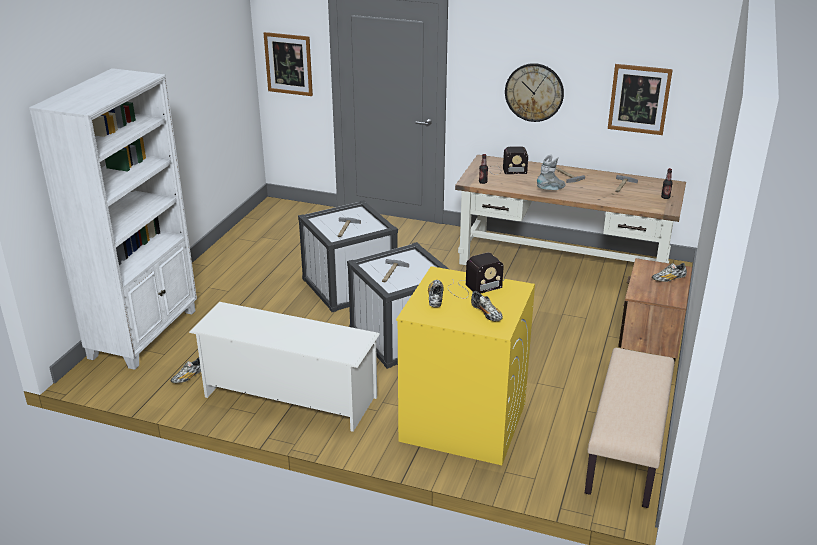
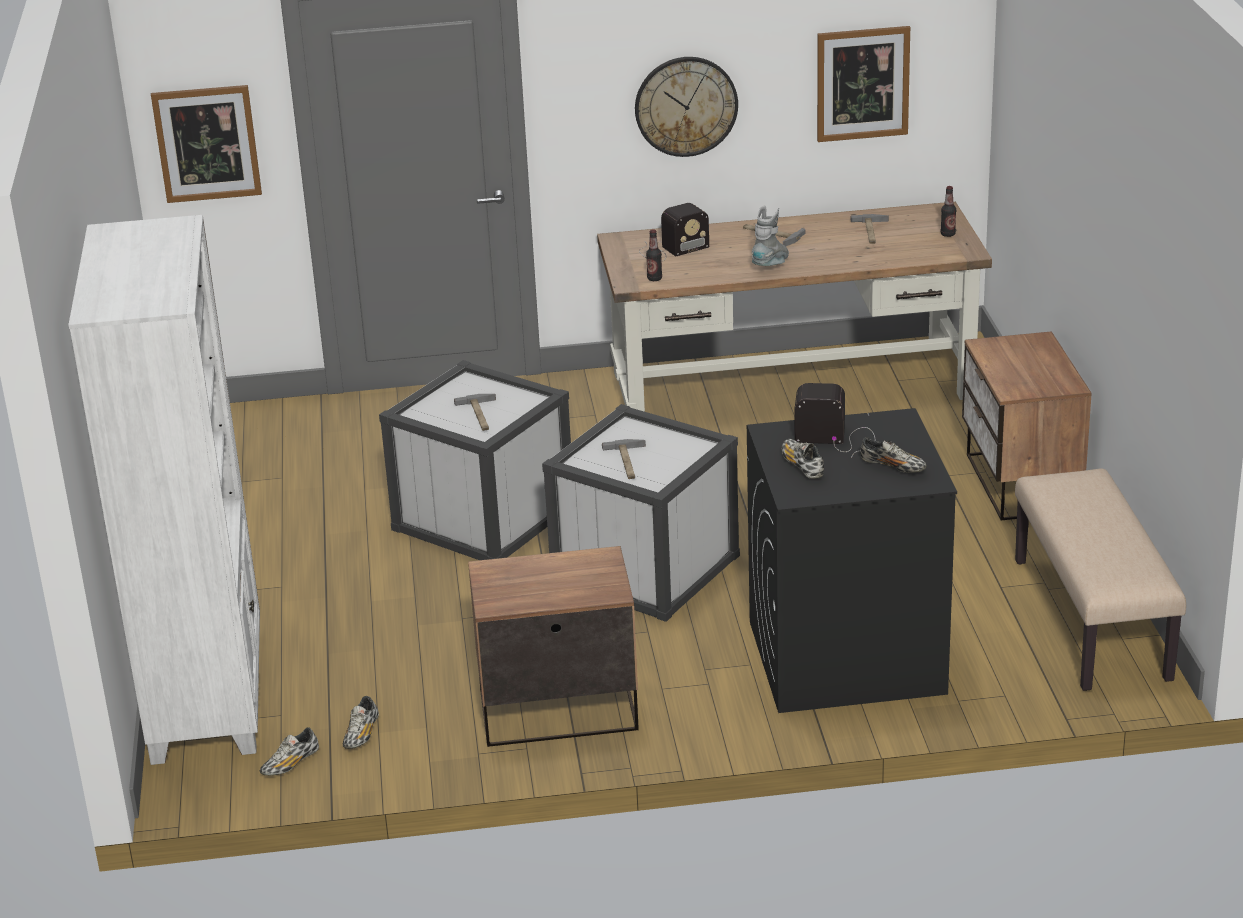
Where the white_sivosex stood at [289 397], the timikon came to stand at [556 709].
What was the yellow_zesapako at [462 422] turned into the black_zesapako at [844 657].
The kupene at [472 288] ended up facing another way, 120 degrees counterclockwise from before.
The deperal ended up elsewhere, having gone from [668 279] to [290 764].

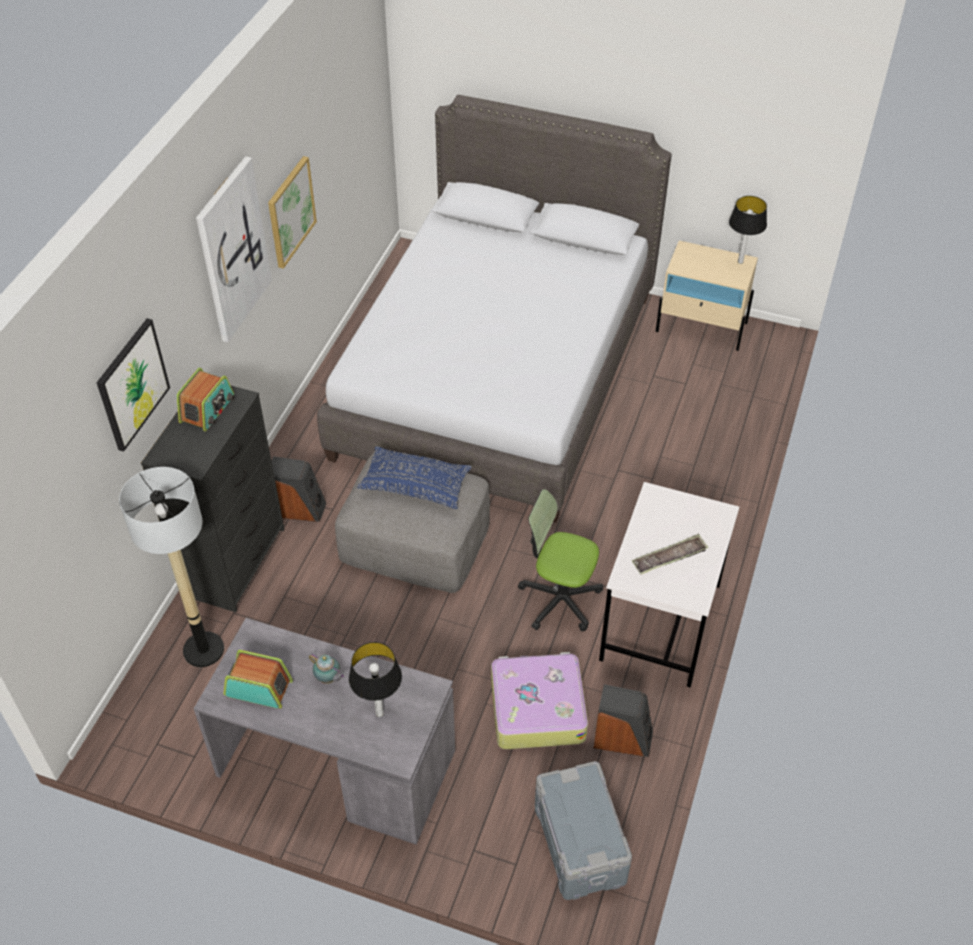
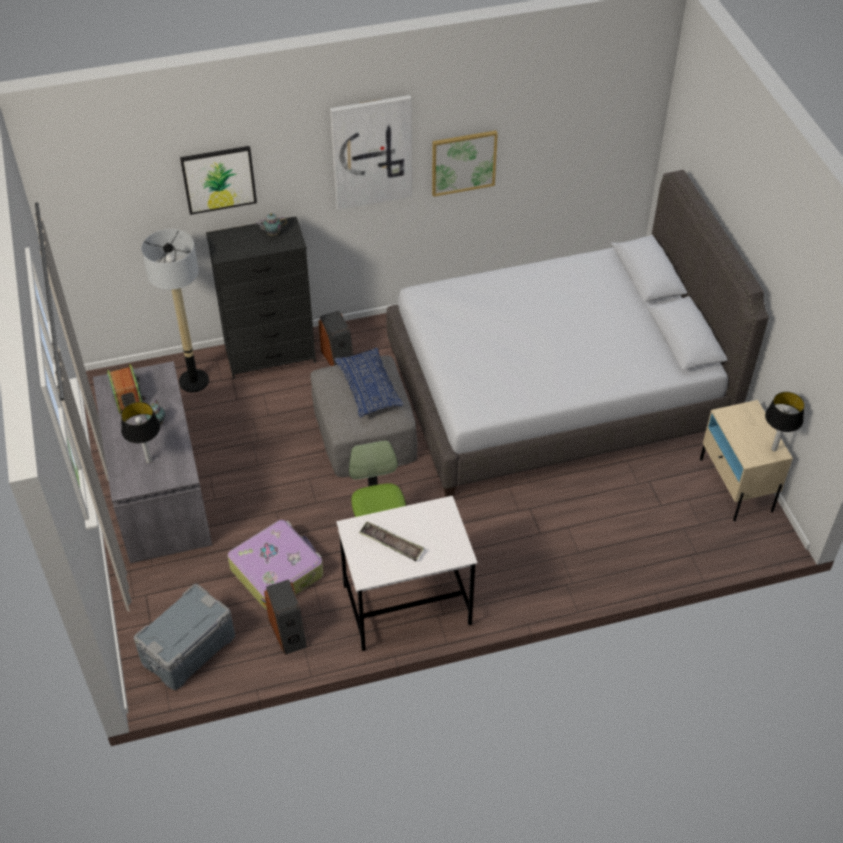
Where the kupene stood at [207 409], the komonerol came to stand at [272 234].

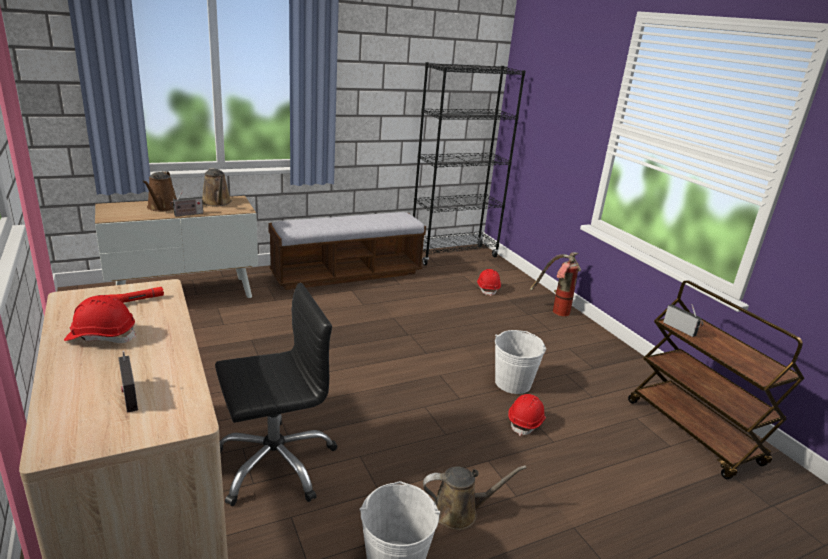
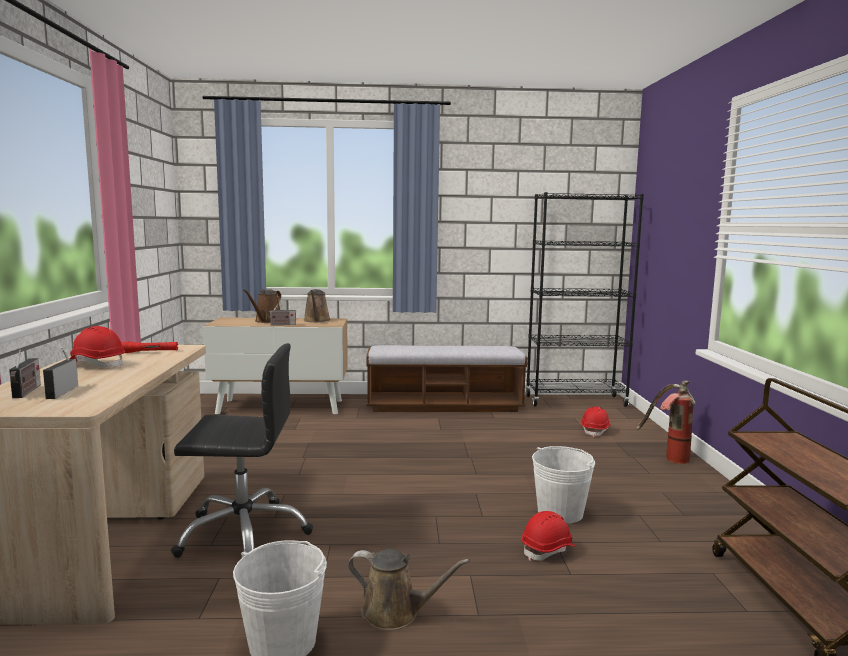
The kupene ended up elsewhere, having gone from [681 329] to [27 392].

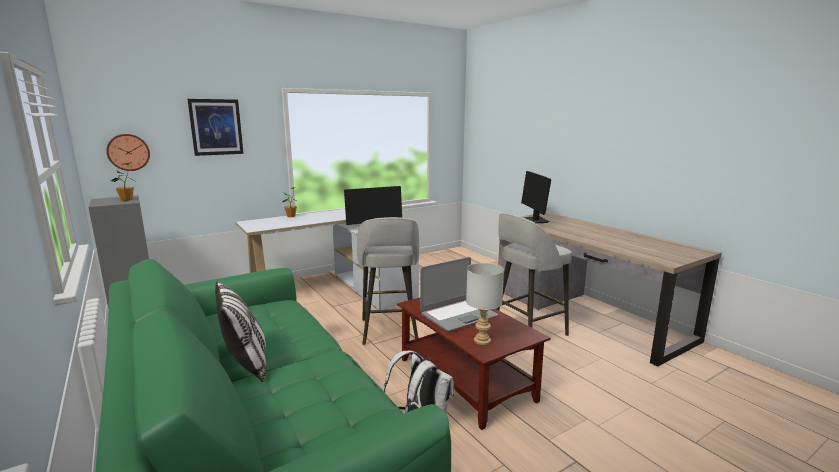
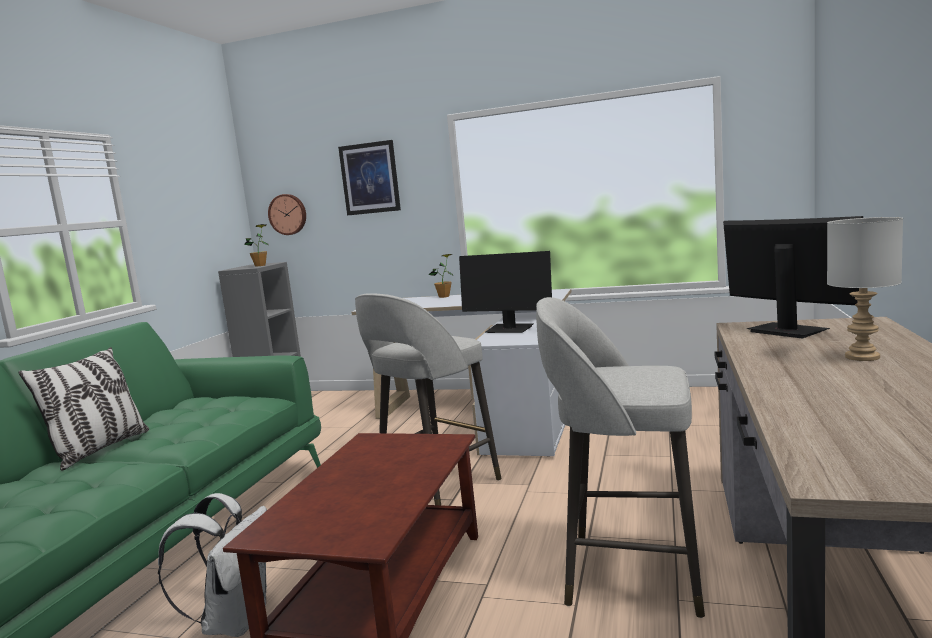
The second view lost the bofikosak at [458 315].
The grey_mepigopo ended up elsewhere, having gone from [483 341] to [863 357].
The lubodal at [535 220] ended up facing another way, 105 degrees clockwise from before.

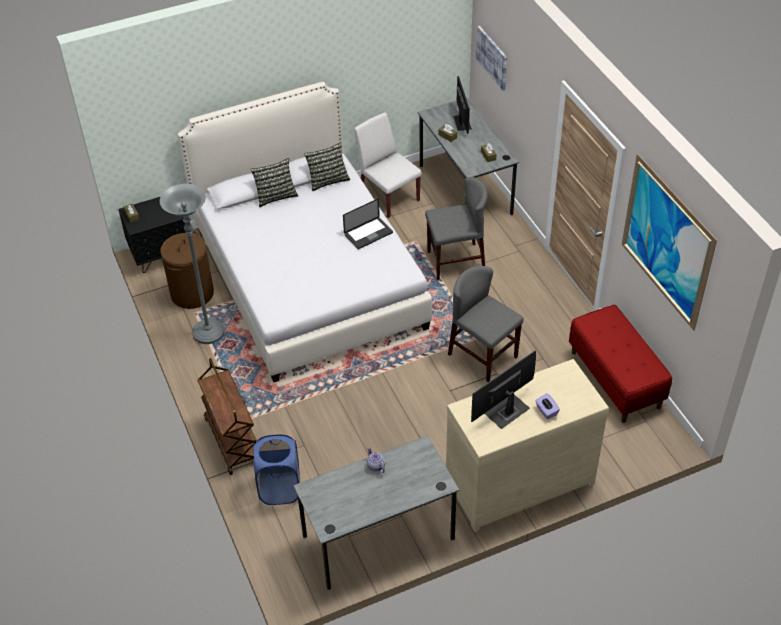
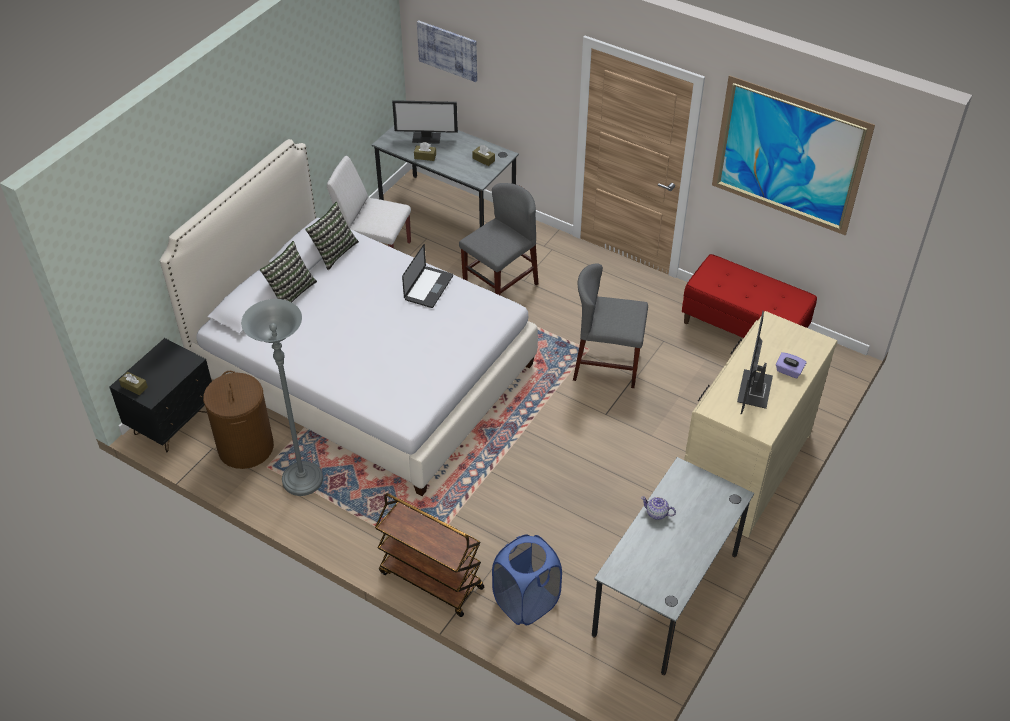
The lubodal at [461 122] ended up facing another way, 135 degrees clockwise from before.

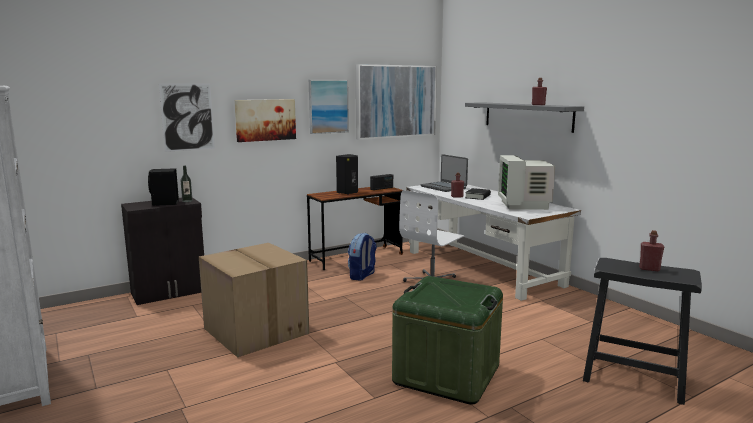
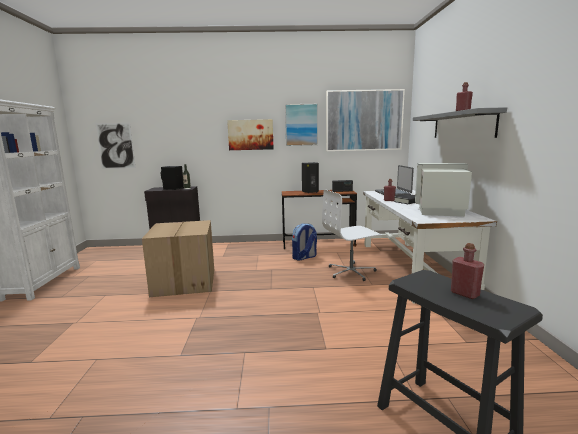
The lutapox ended up elsewhere, having gone from [187 117] to [115 146].
The second view lost the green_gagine at [446 374].
The lubodal at [524 205] ended up facing another way, 75 degrees clockwise from before.

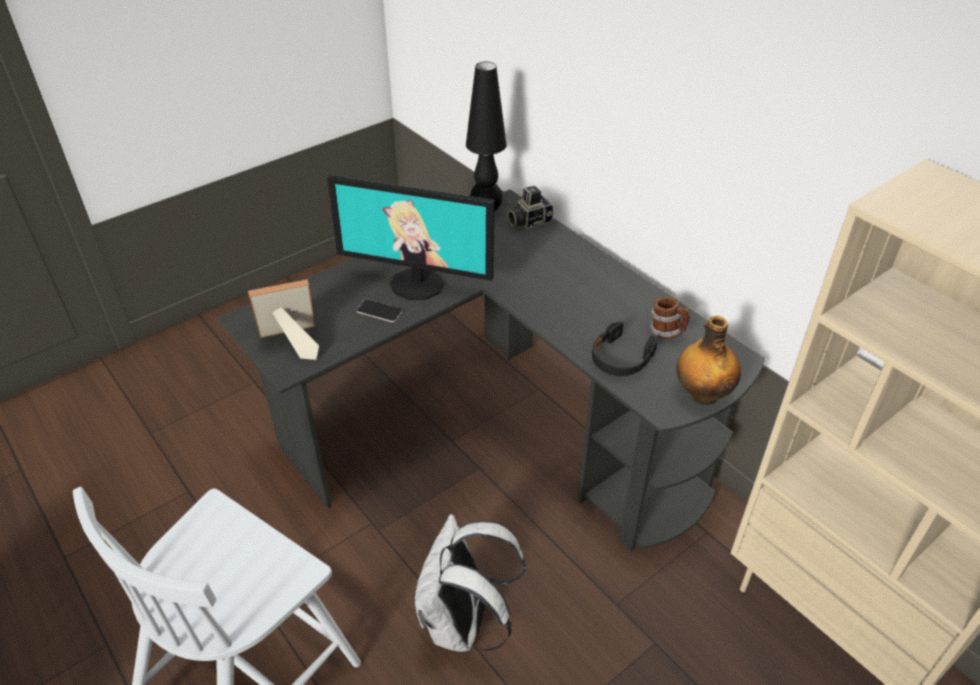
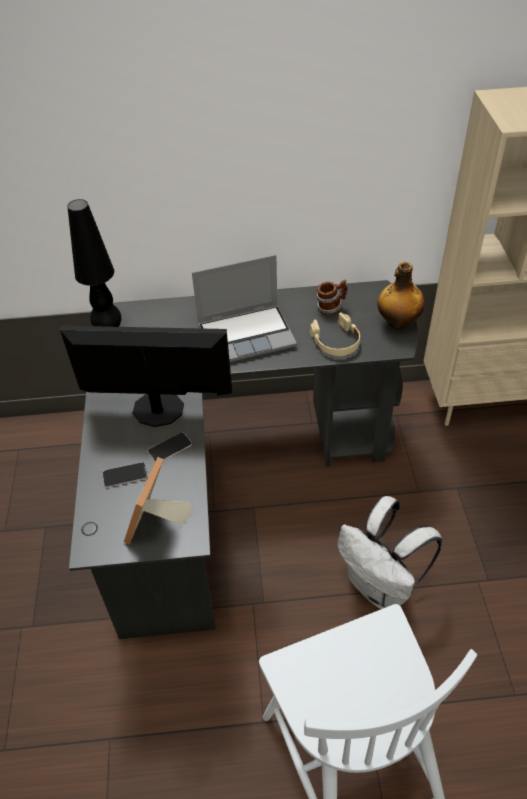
The lubodal at [417 283] ended up facing another way, 135 degrees counterclockwise from before.
The second view lost the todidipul at [529 221].
What was the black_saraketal at [620 358] turned into the beige_saraketal at [336 341].
The second view gained the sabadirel at [125 475].
The second view gained the bofikosak at [247 335].

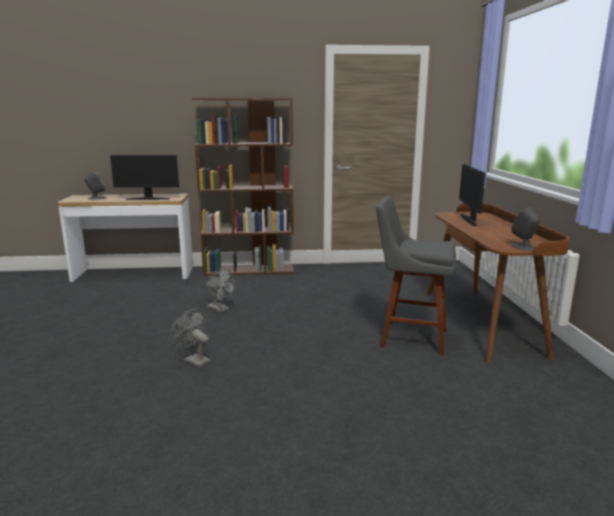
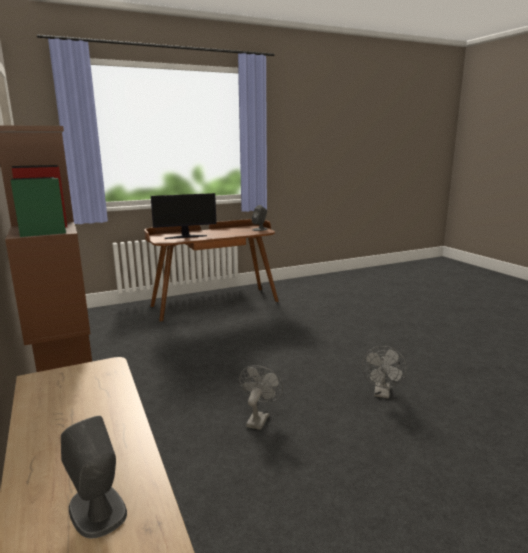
The second view lost the lubodal at [148 199].
The second view lost the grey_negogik at [410 337].

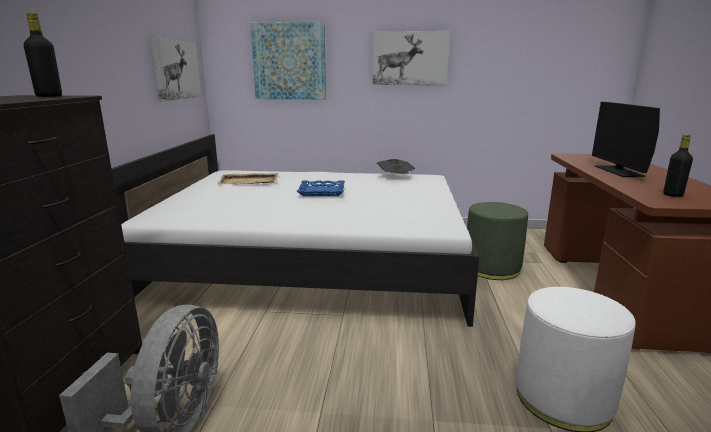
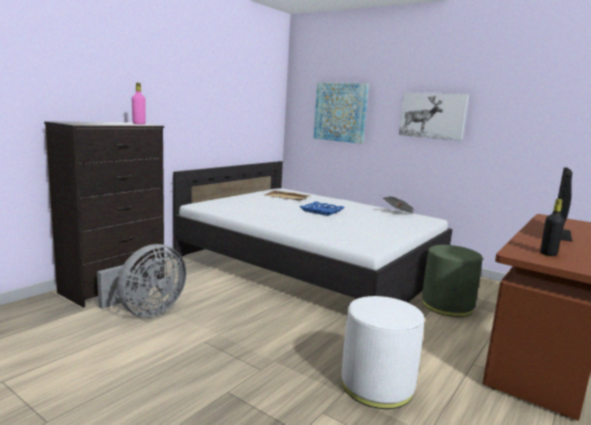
What was the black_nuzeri at [49 96] turned into the pink_nuzeri at [139 124].
The second view lost the lutapox at [175 70].

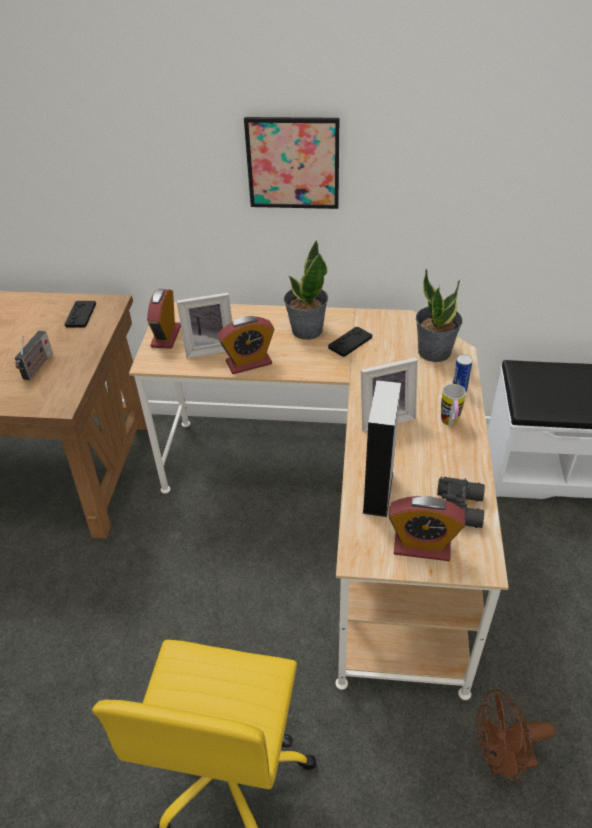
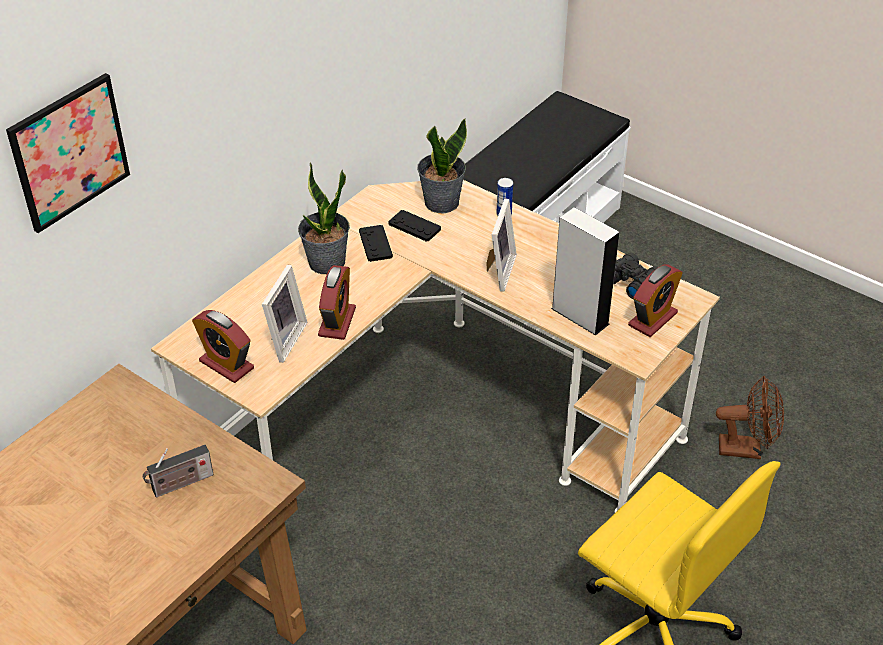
The kupene at [37 367] ended up facing another way, 105 degrees clockwise from before.
The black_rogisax ended up elsewhere, having gone from [81 315] to [414 226].
The lutapox ended up elsewhere, having gone from [293 163] to [69 152].
The second view lost the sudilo at [450 424].
The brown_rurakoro at [501 760] ended up facing another way, 105 degrees counterclockwise from before.

